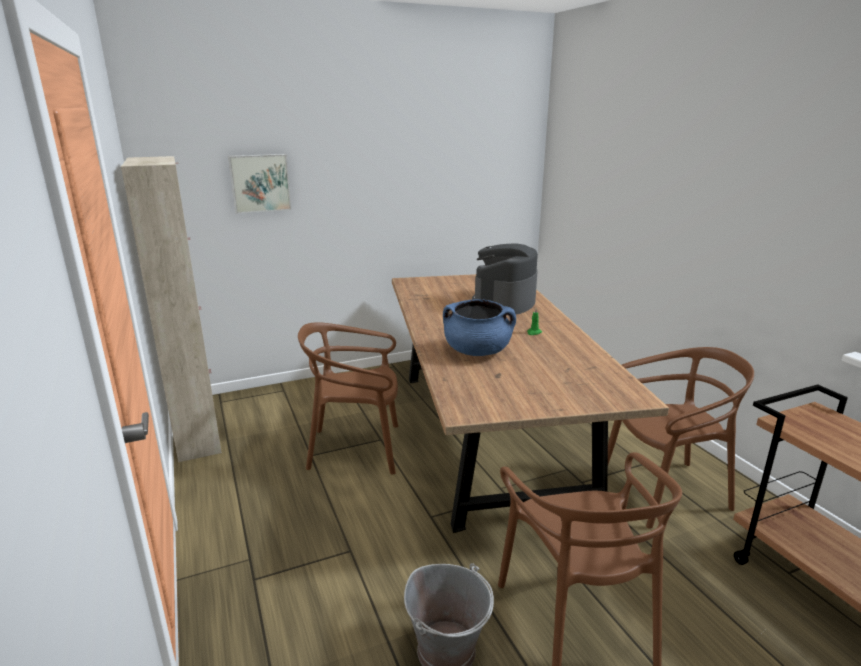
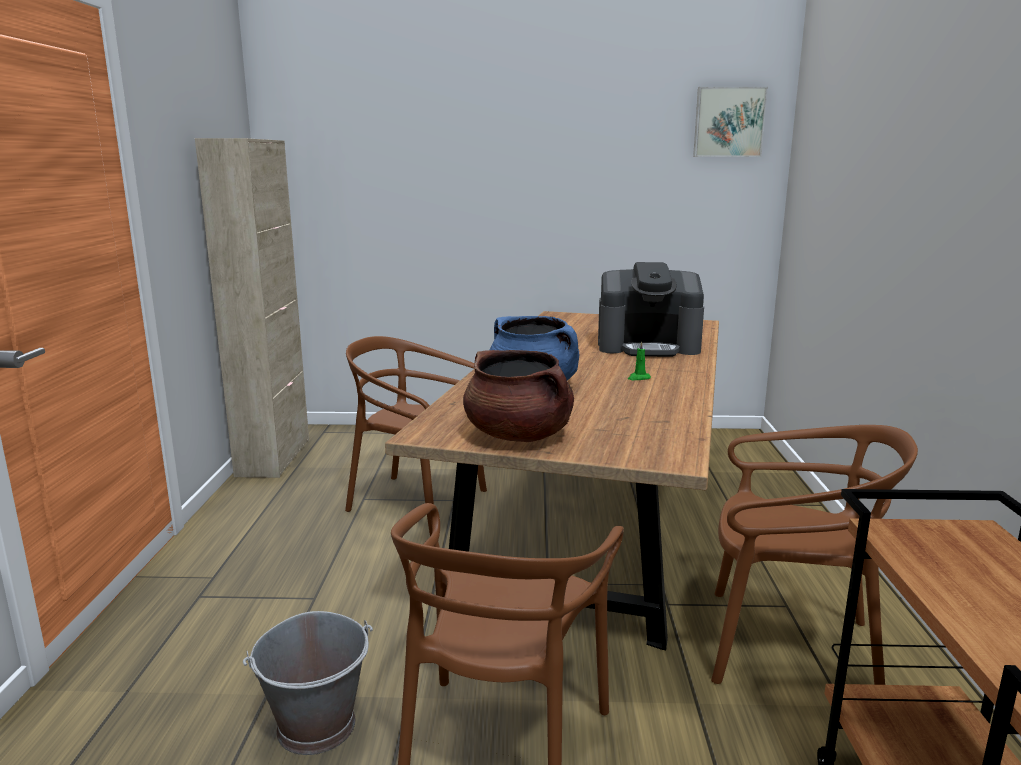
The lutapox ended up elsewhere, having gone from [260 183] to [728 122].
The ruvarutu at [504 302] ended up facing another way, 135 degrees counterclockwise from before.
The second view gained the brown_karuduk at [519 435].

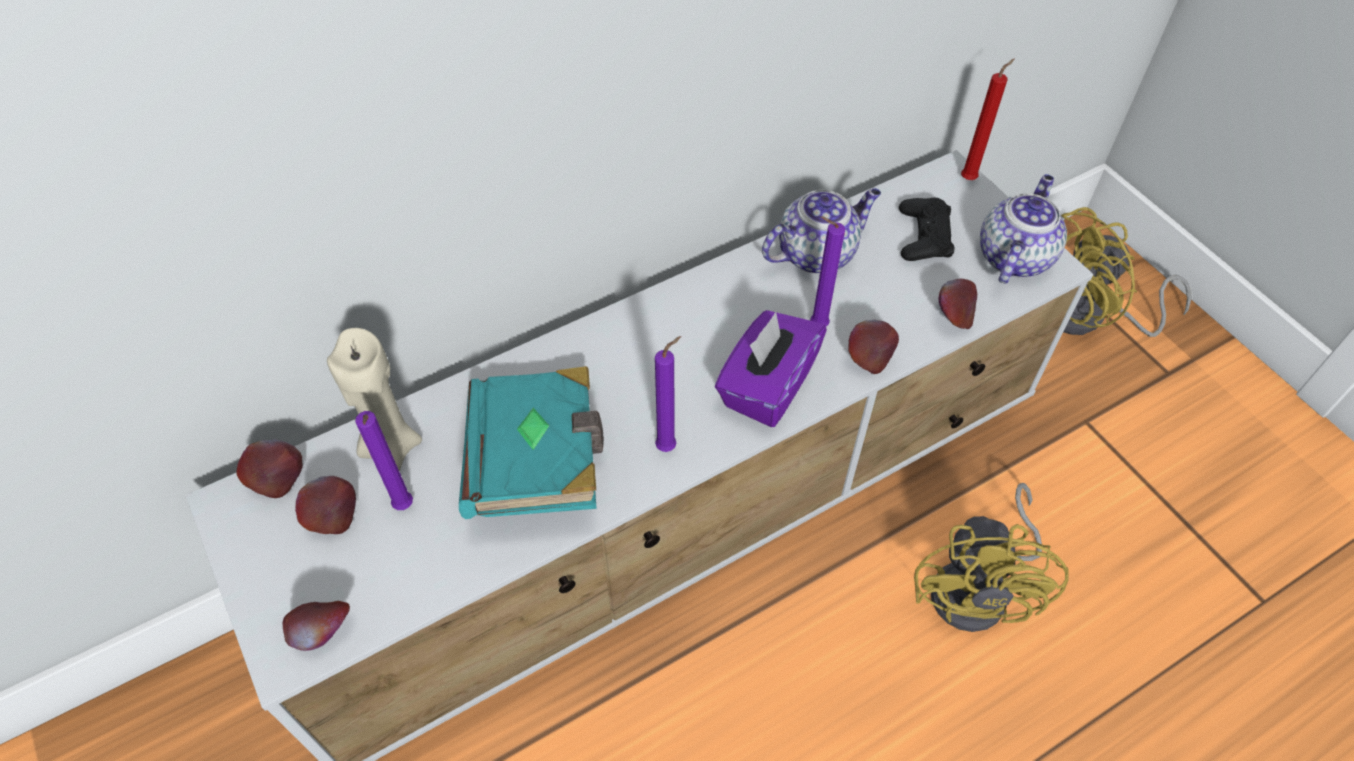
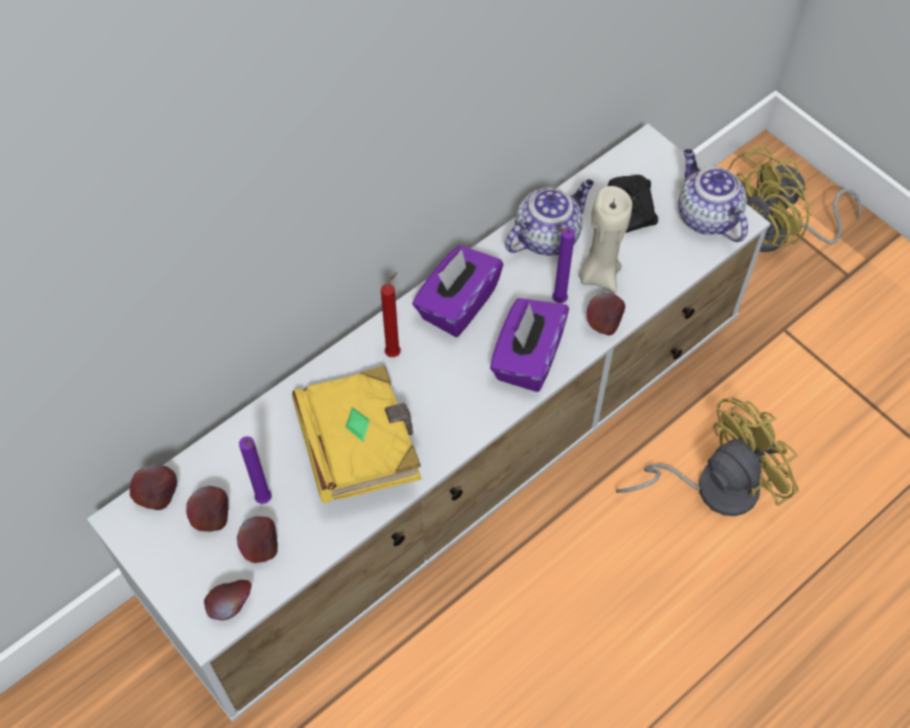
The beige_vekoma ended up elsewhere, having gone from [391 446] to [599 274].
What was the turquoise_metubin at [538 460] turned into the yellow_metubin at [360 446].
The second view lost the purple_vekoma at [669 446].
The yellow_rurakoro at [979 589] ended up facing another way, 120 degrees counterclockwise from before.
The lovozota ended up elsewhere, having gone from [952 317] to [260 546].
The red_vekoma ended up elsewhere, having gone from [970 178] to [395 352].
The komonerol at [1013 256] ended up facing another way, 45 degrees counterclockwise from before.
The second view gained the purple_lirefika at [457 304].

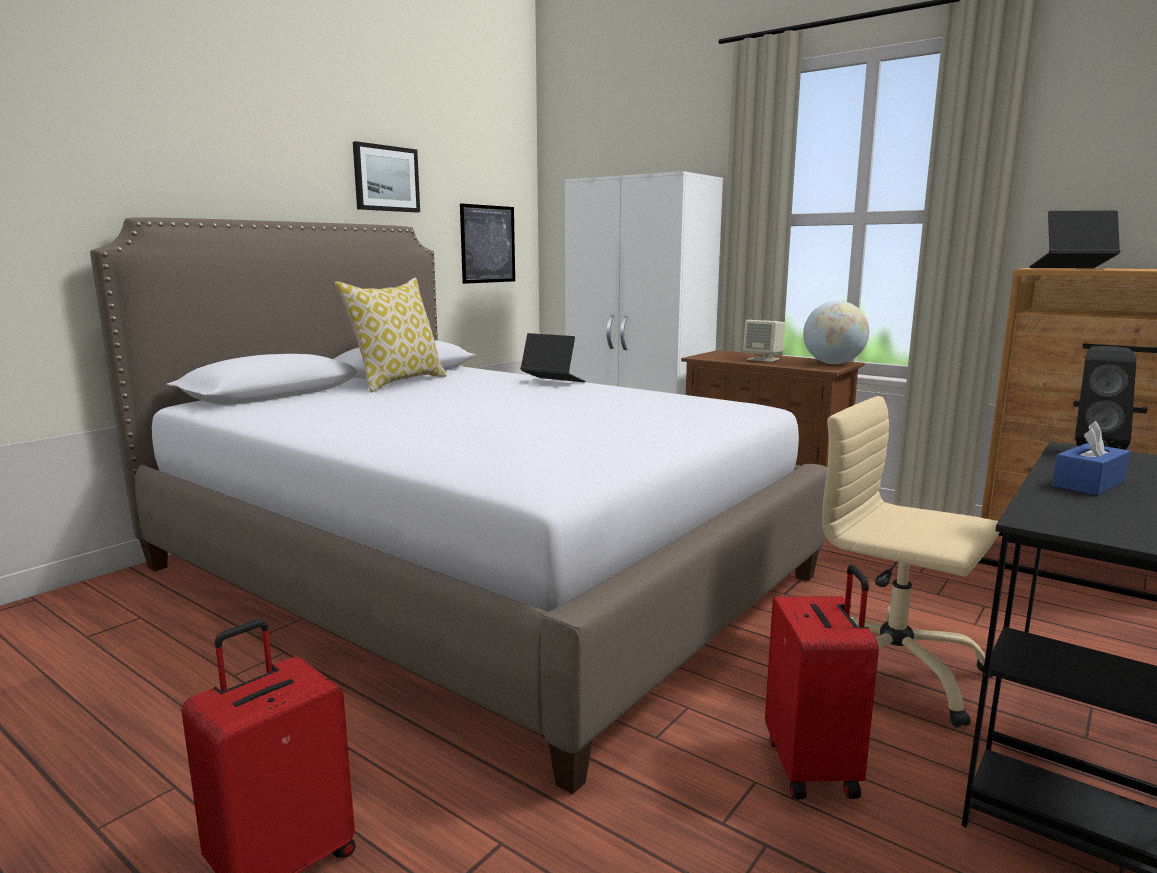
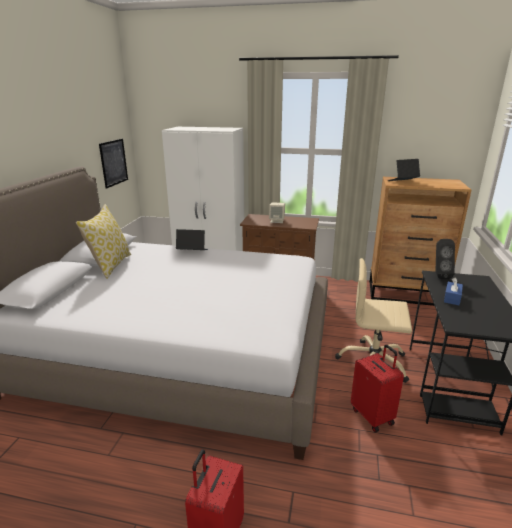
The second view lost the lutapox at [386 178].
The second view lost the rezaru at [833 363].

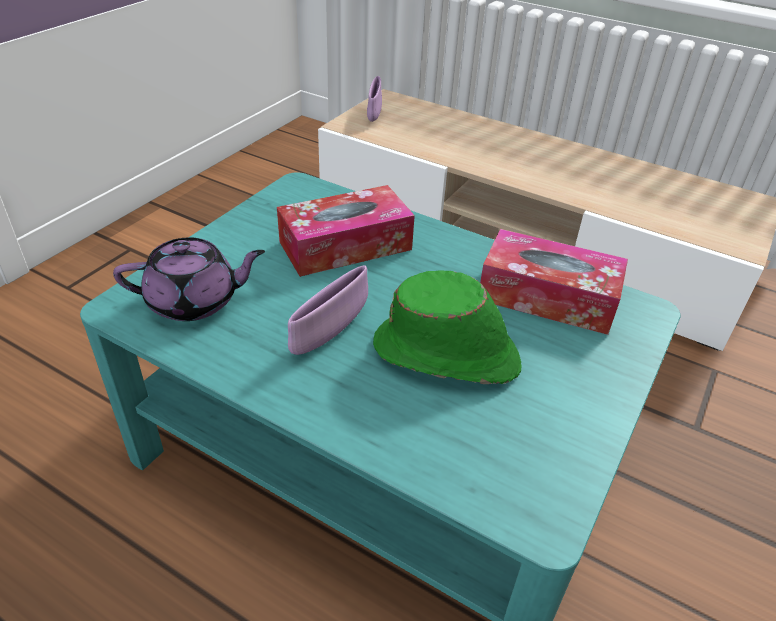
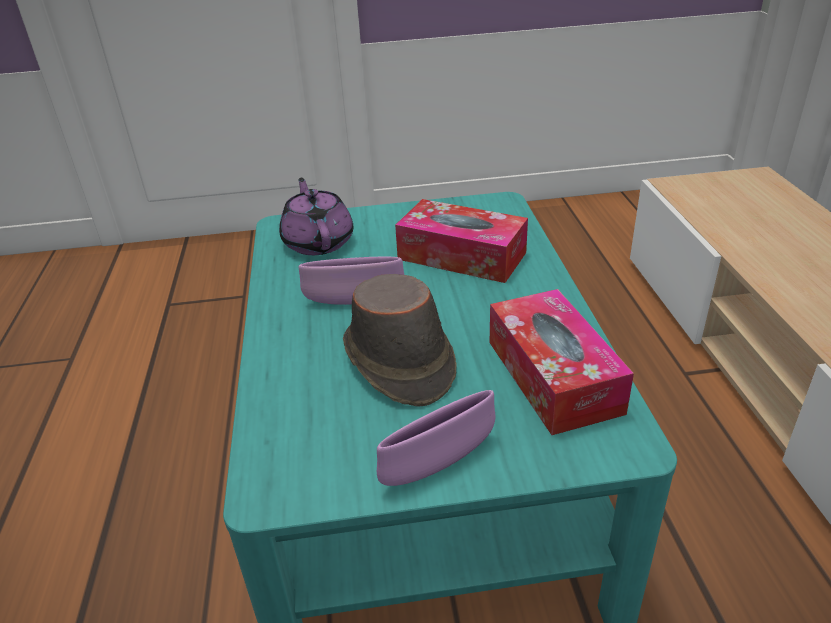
The purple_komonerol at [195 301] ended up facing another way, 150 degrees counterclockwise from before.
The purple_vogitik ended up elsewhere, having gone from [374 114] to [439 464].
What was the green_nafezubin at [447 355] turned into the brown_nafezubin at [398 361].

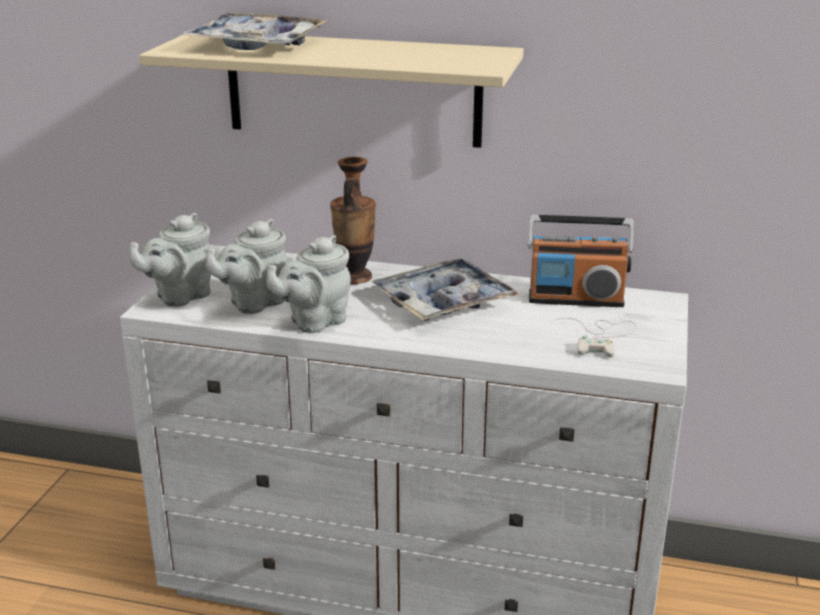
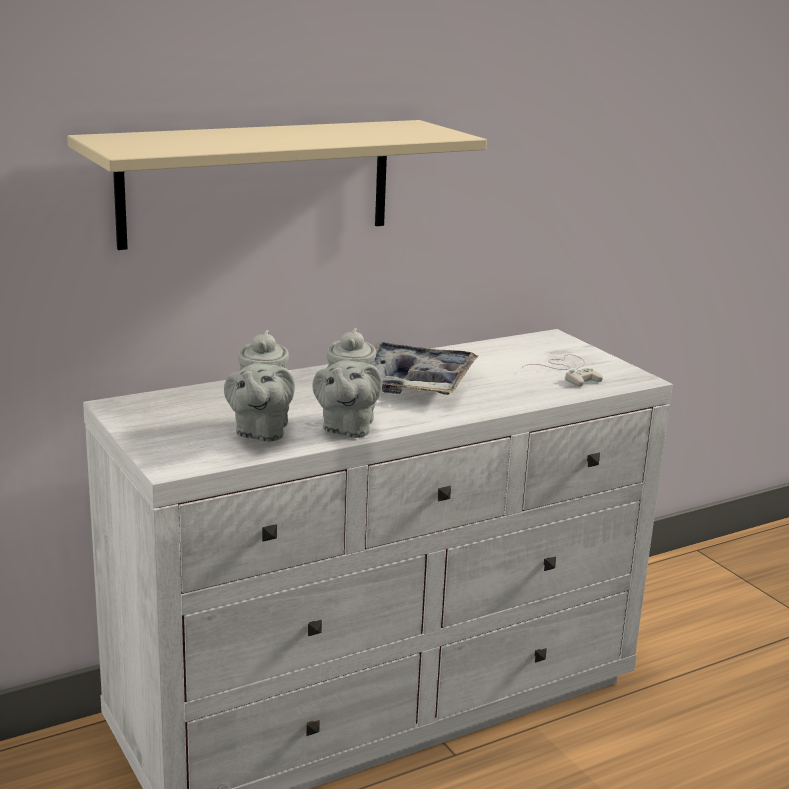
The second view lost the grey_komonerol at [179 296].
The second view lost the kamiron at [256 45].
The second view lost the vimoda at [355 277].
The second view lost the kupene at [575 299].

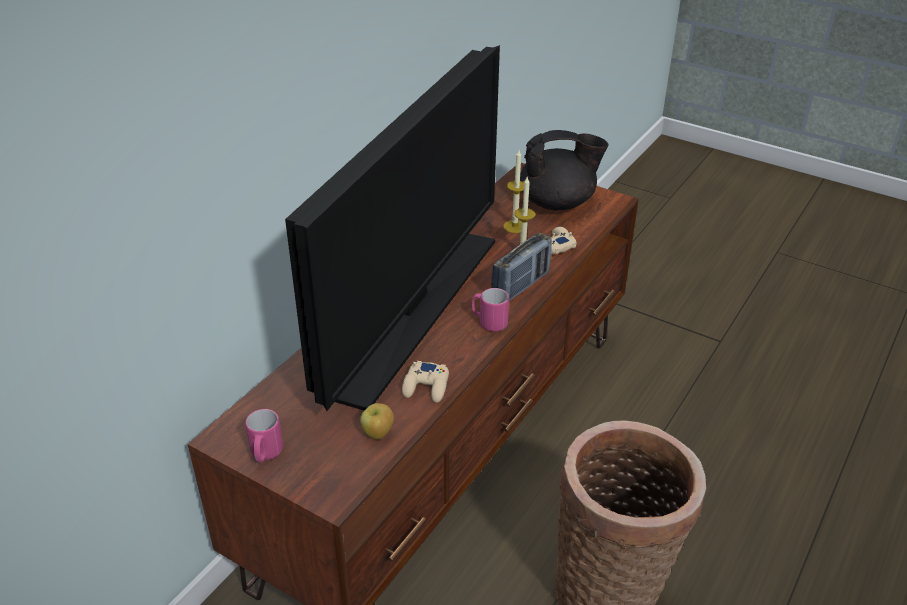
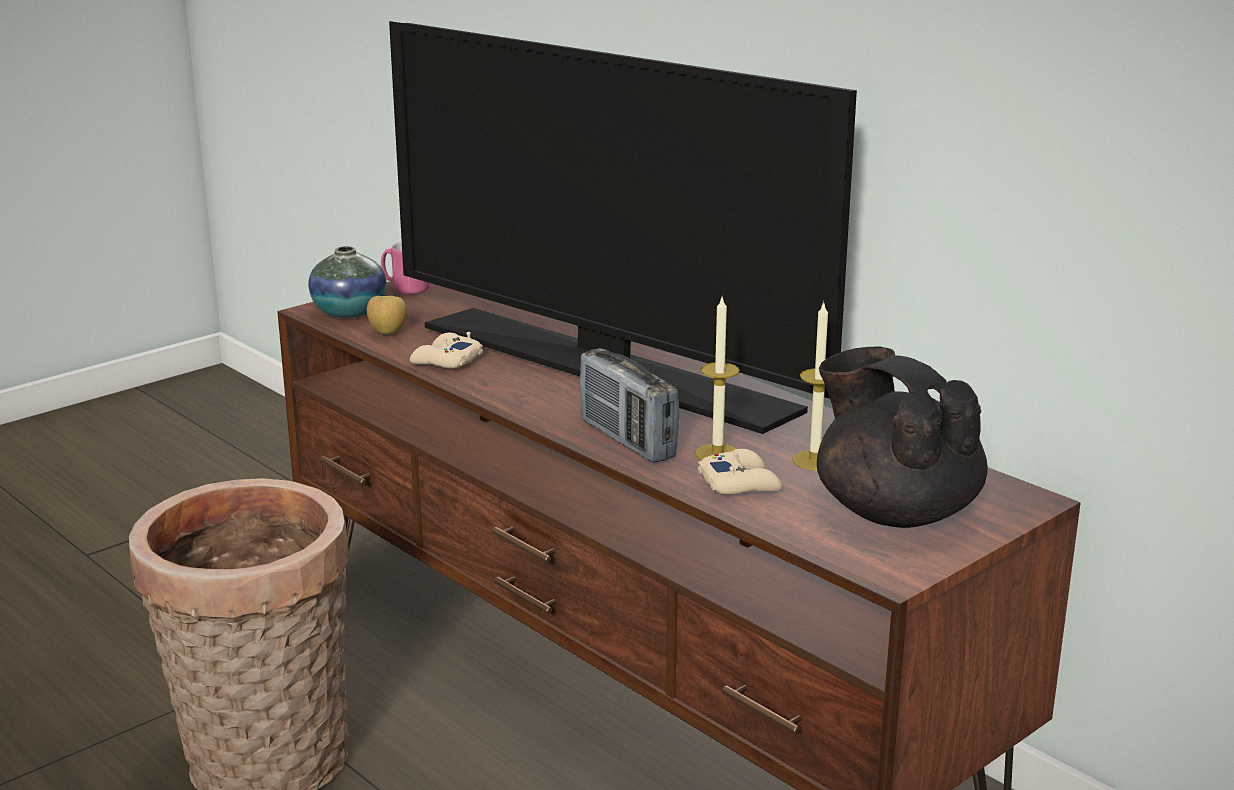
The second view lost the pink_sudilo at [488 322].
The black_komonerol at [557 203] ended up facing another way, 135 degrees clockwise from before.
The second view gained the vimoda at [349 312].

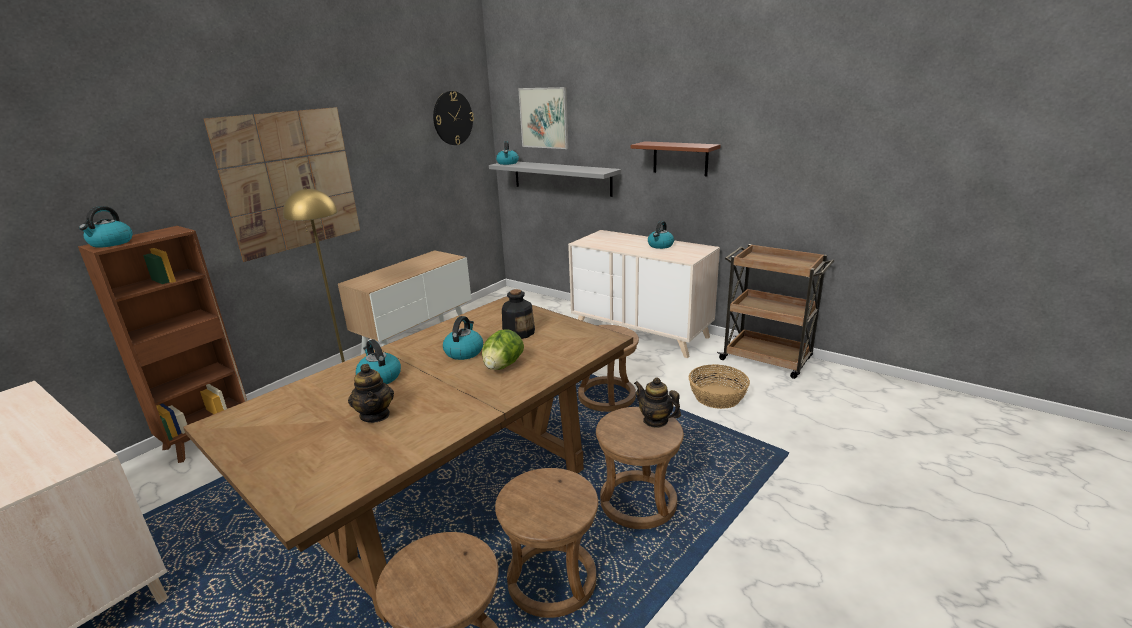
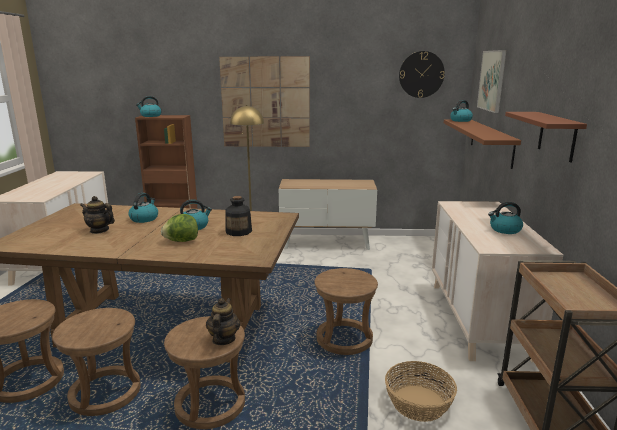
The komonerol at [375 415] ended up facing another way, 75 degrees clockwise from before.
What was the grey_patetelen at [561 178] turned into the brown_patetelen at [491 142].

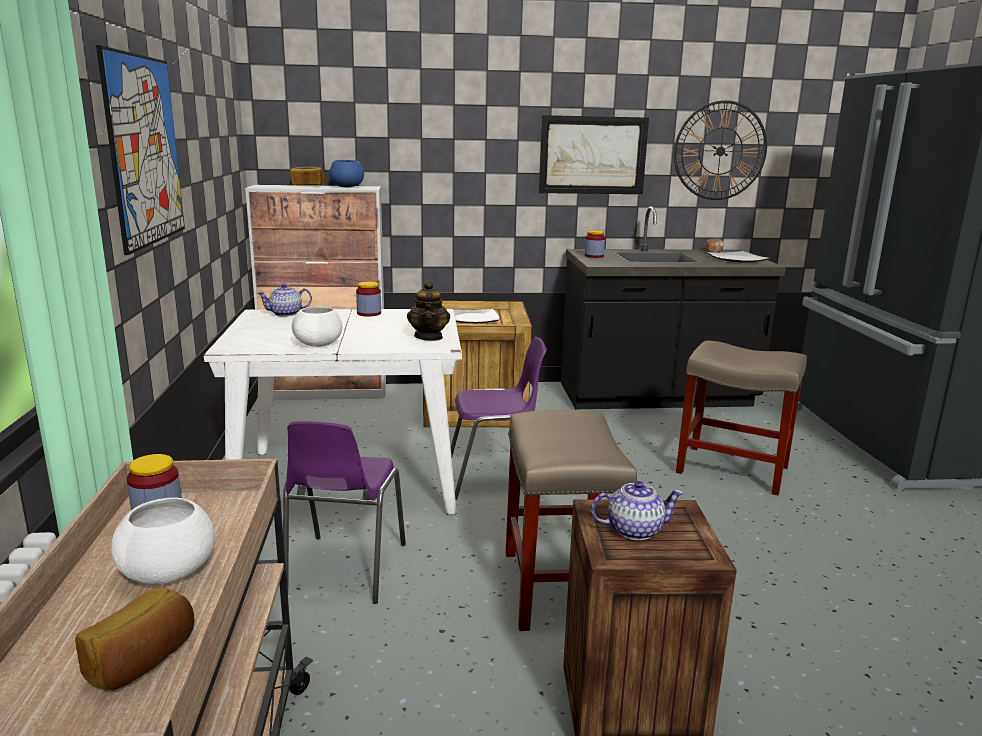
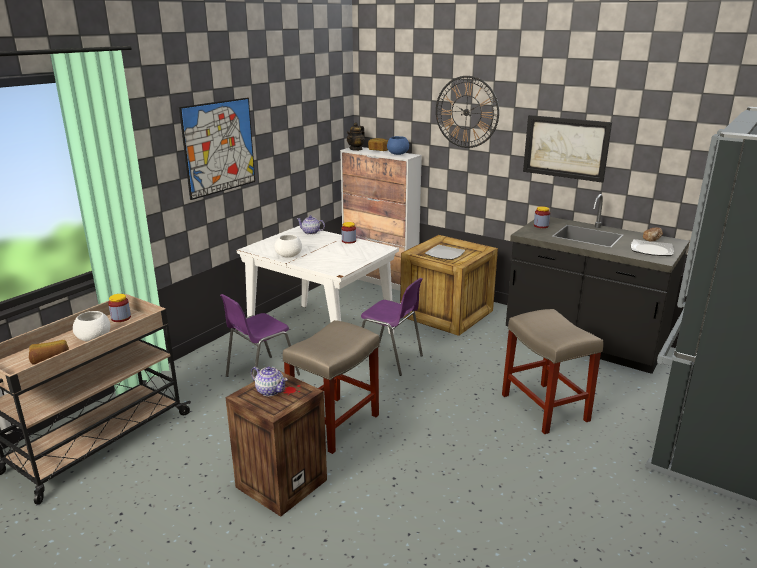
The komonerol ended up elsewhere, having gone from [429 337] to [356 149].
The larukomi ended up elsewhere, having gone from [720 151] to [466 112].

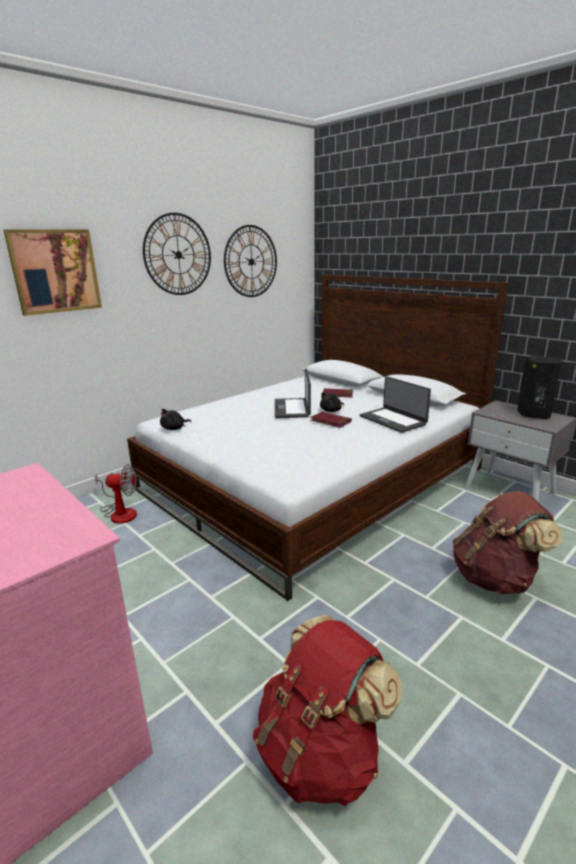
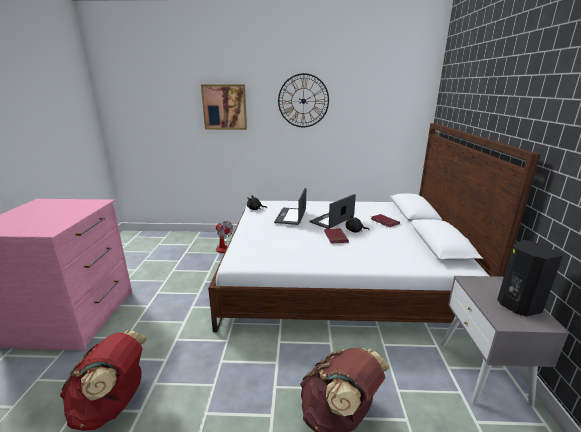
The second view lost the larukomi at [251 261].
The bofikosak ended up elsewhere, having gone from [393 420] to [291 216].

